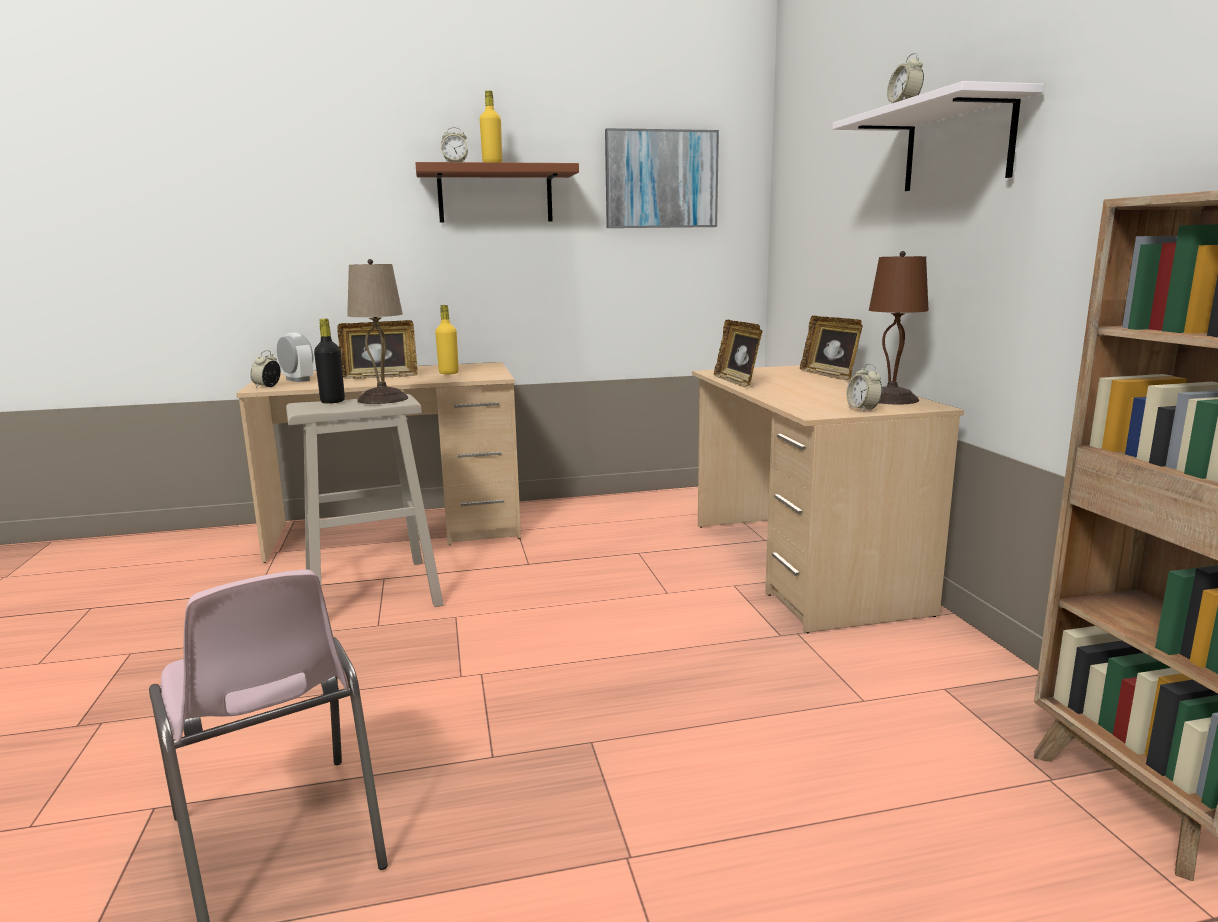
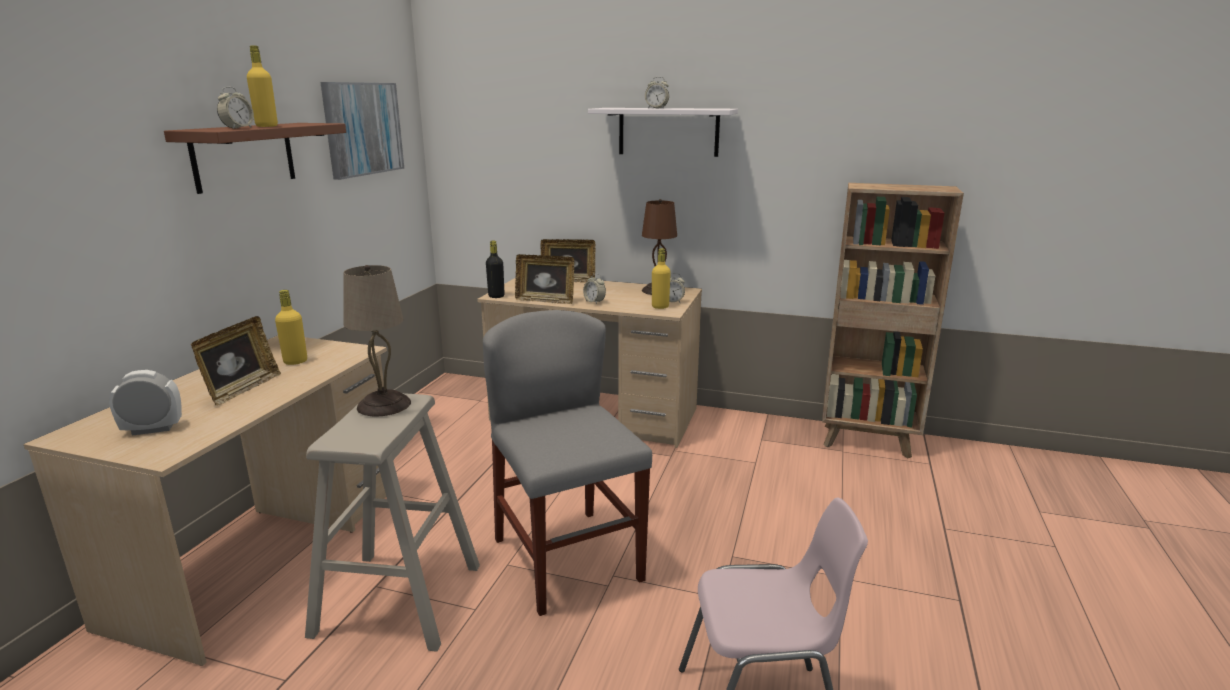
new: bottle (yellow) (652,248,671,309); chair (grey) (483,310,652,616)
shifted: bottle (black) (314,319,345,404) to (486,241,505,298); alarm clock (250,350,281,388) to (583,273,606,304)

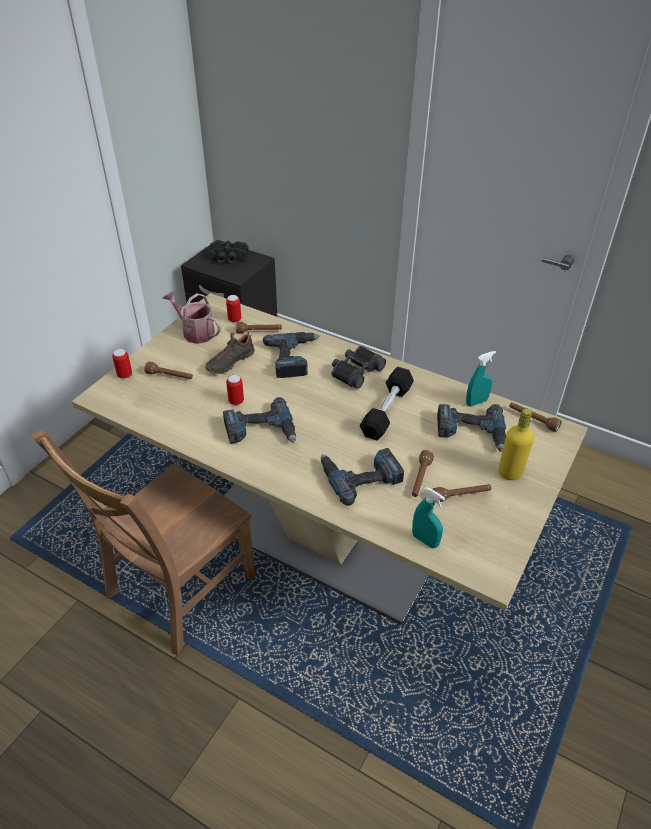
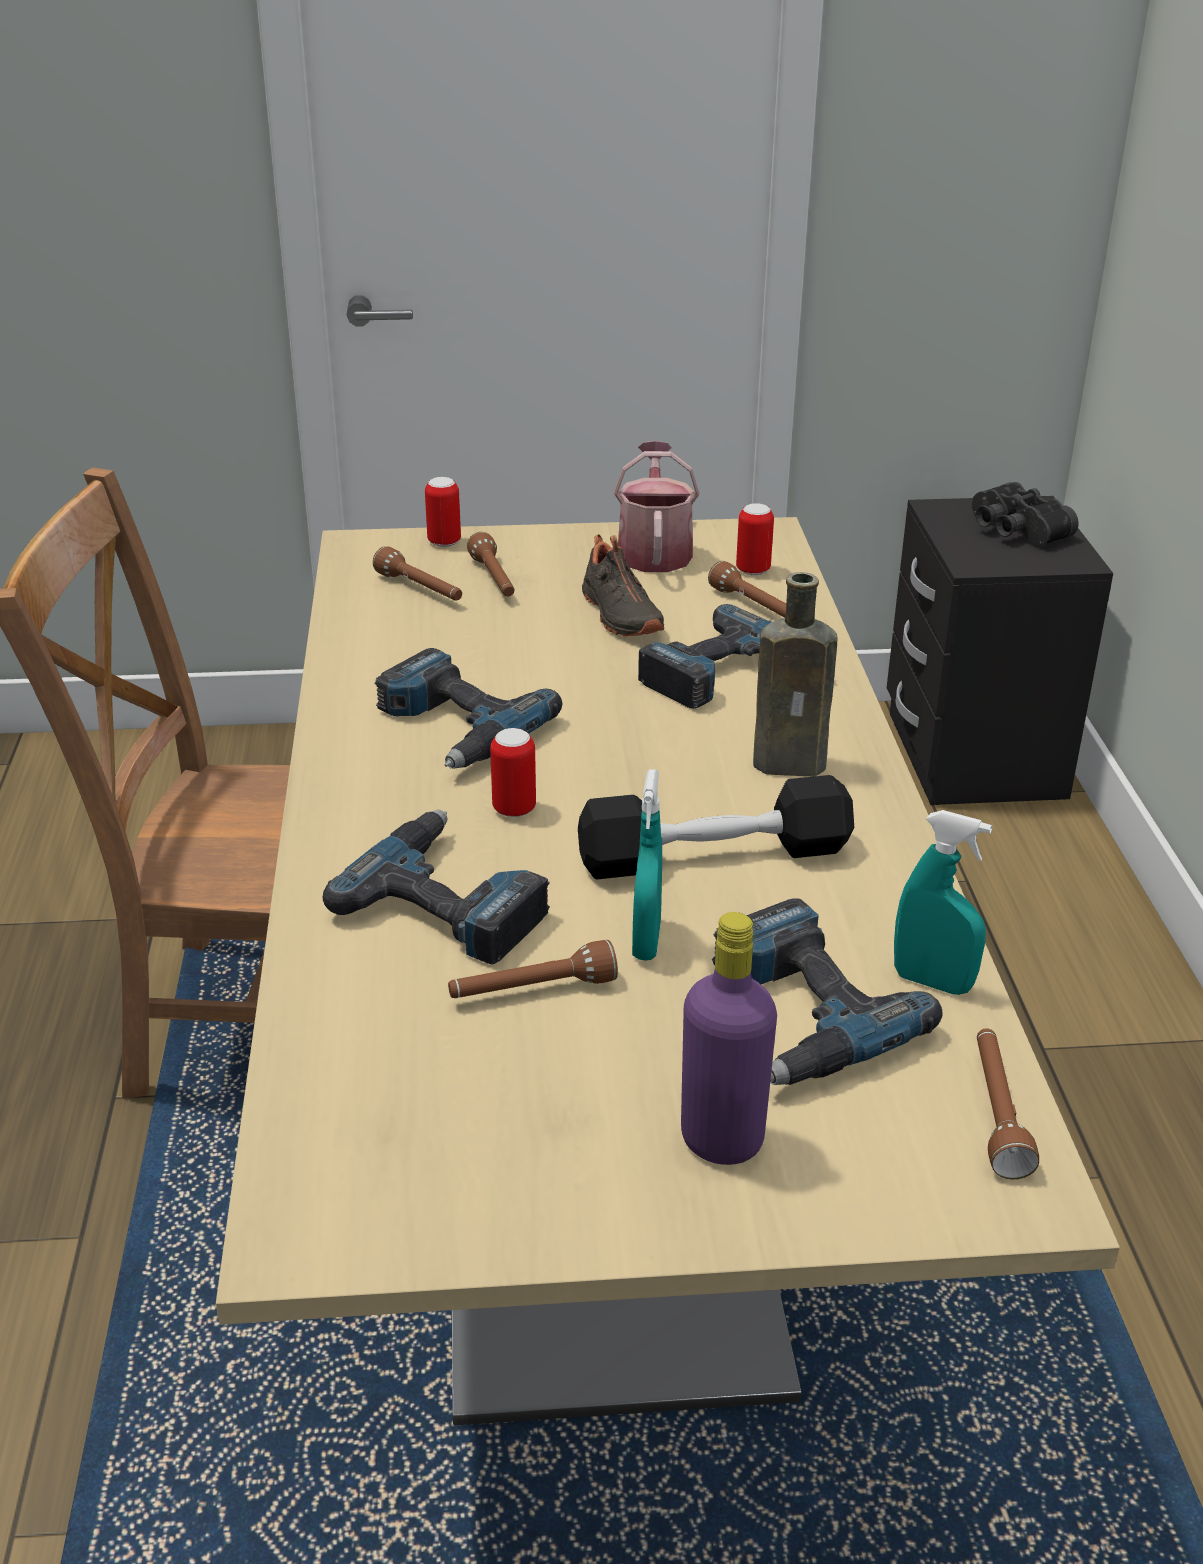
shifted: can (226,375,244,405) to (490,728,536,817); flashlight (brown) (433,484,491,502) to (373,546,462,601); spray bottle (turquoise) (412,487,445,548) to (632,769,662,961)
swapped: binoculars (black) (332,346,386,389) to bottle (brown) (753,572,838,776)
repainted: bottle (yellow) (498,409,534,480) to bottle (purple) (681,912,777,1165)
rotated: shoe (black) (205,331,255,374) = (582,534,664,637) 120 degrees counterclockwise

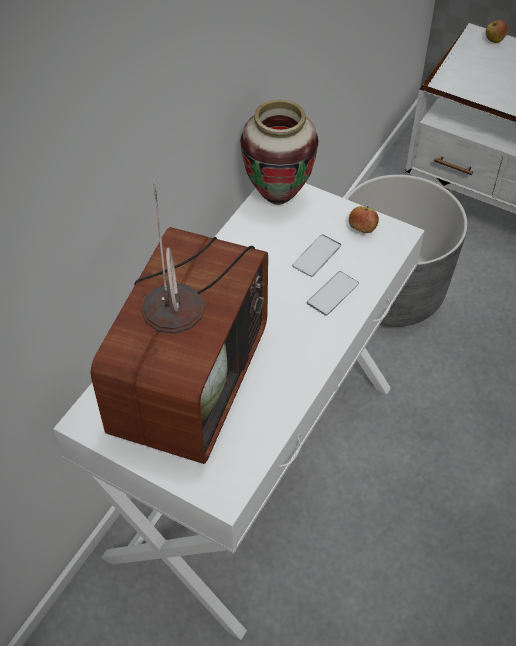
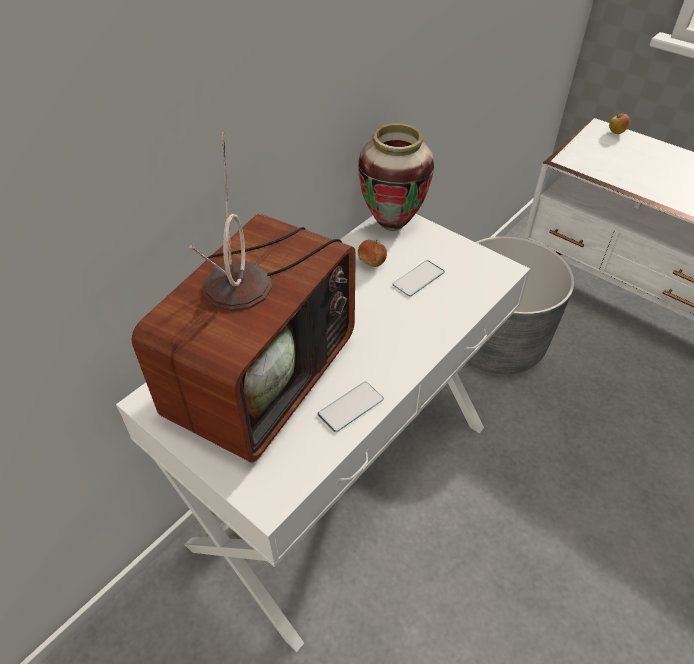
shifted: apple (349,206,379,233) to (358,240,387,267); phone (307,271,359,316) to (317,382,384,432)

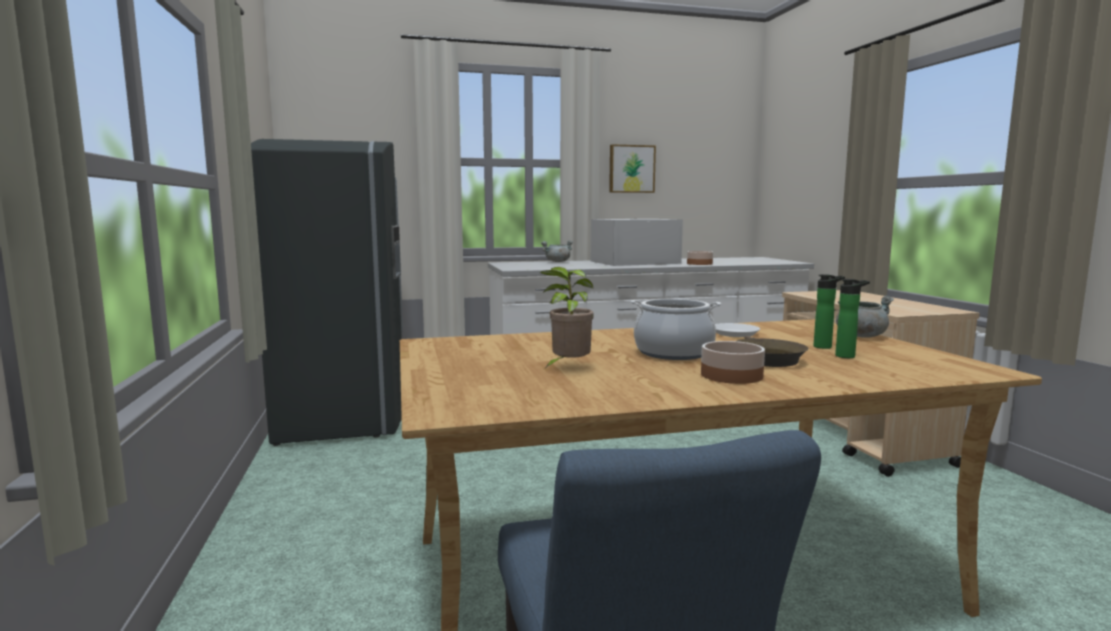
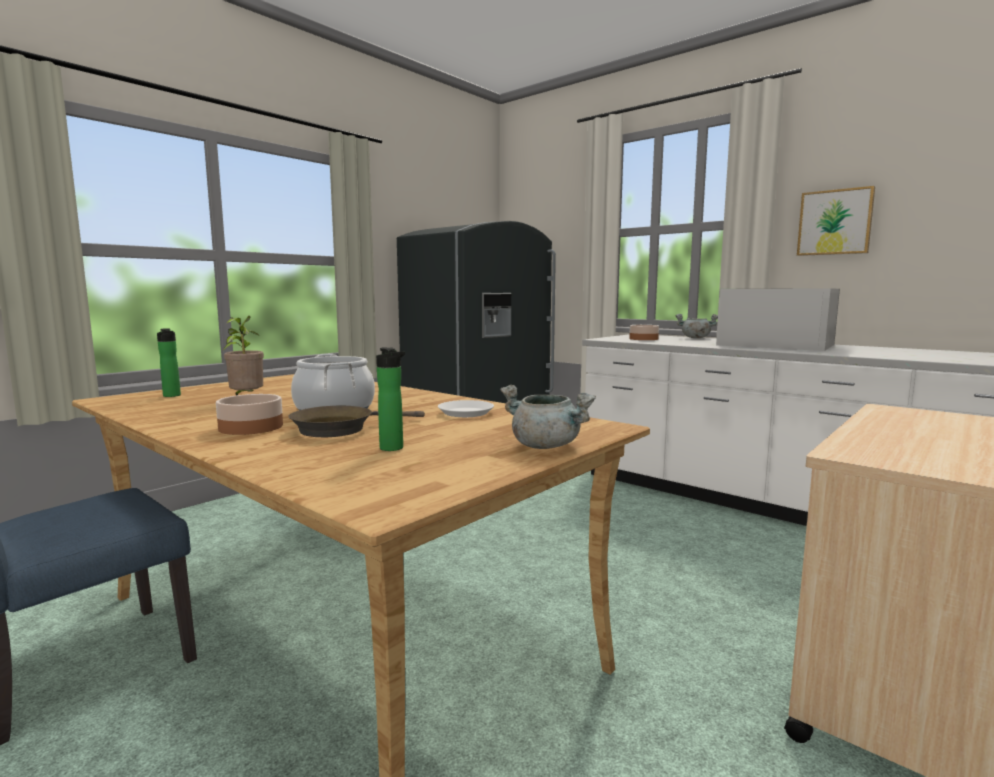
shifted: bowl (687,251,713,265) to (629,325,659,340); bottle (814,274,845,349) to (157,328,181,397)

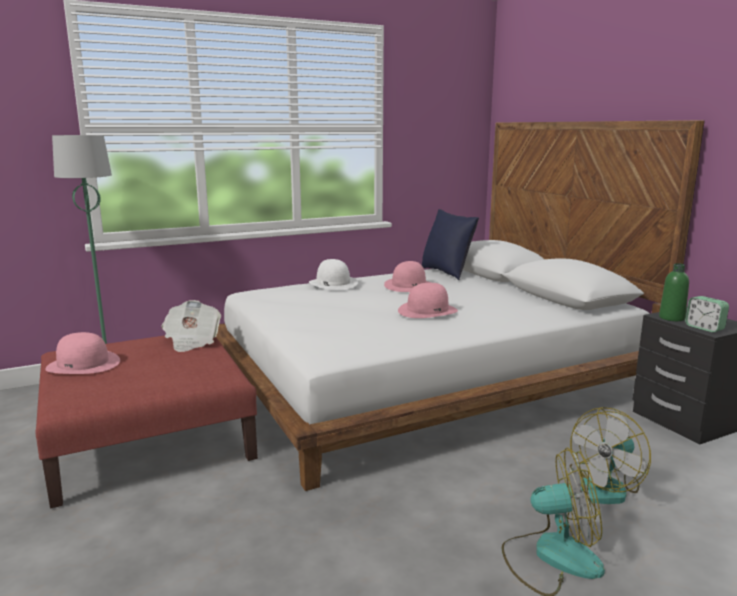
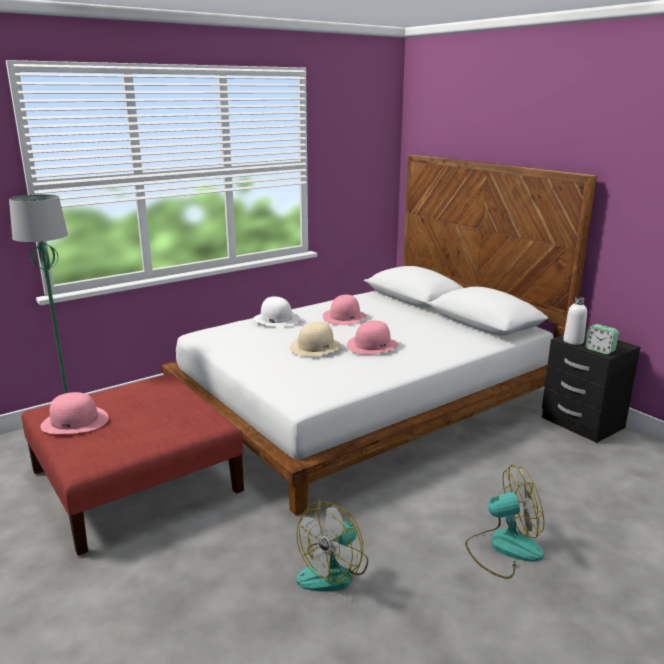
gone: pillow (blue) (422,209,479,280); newspaper (161,300,221,352)
new: hat (beige) (290,322,342,357)
shifted: fan (569,407,651,504) to (296,501,368,592)
repainted: bottle (green) (659,263,689,321) to bottle (white) (563,297,587,345)

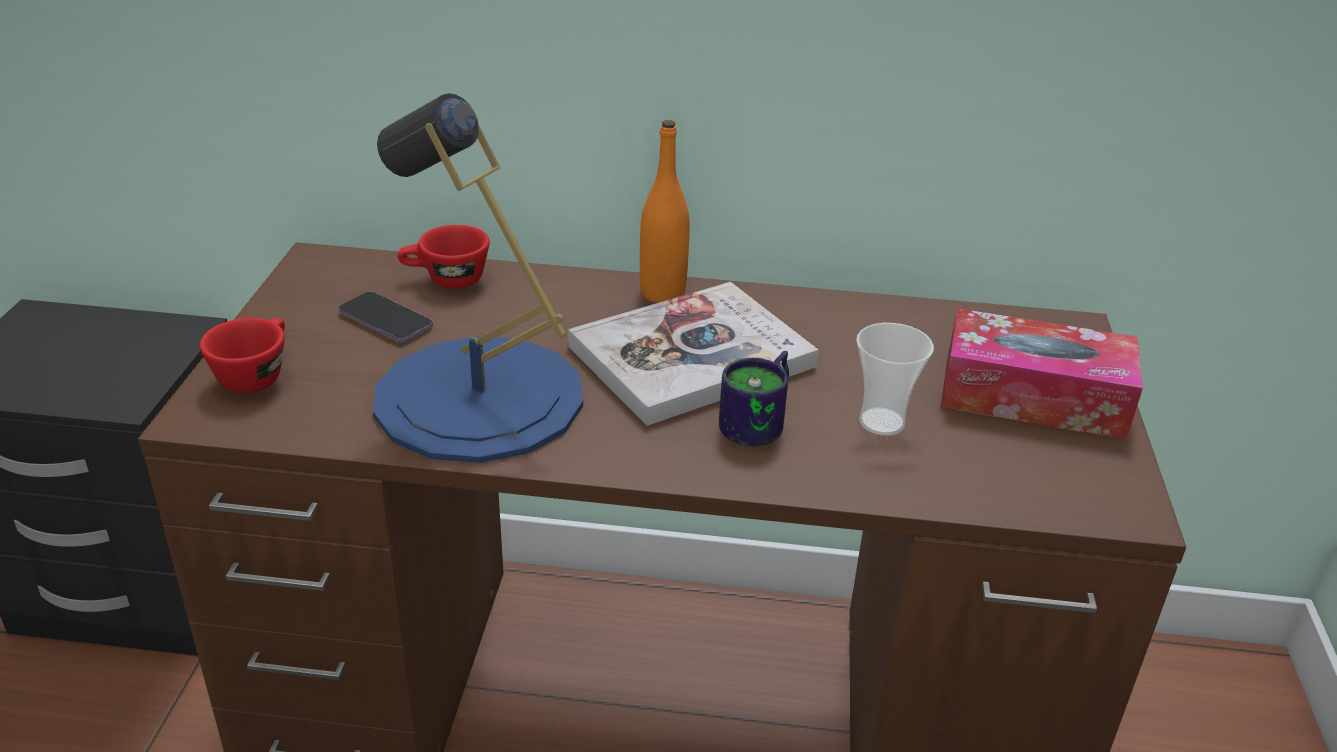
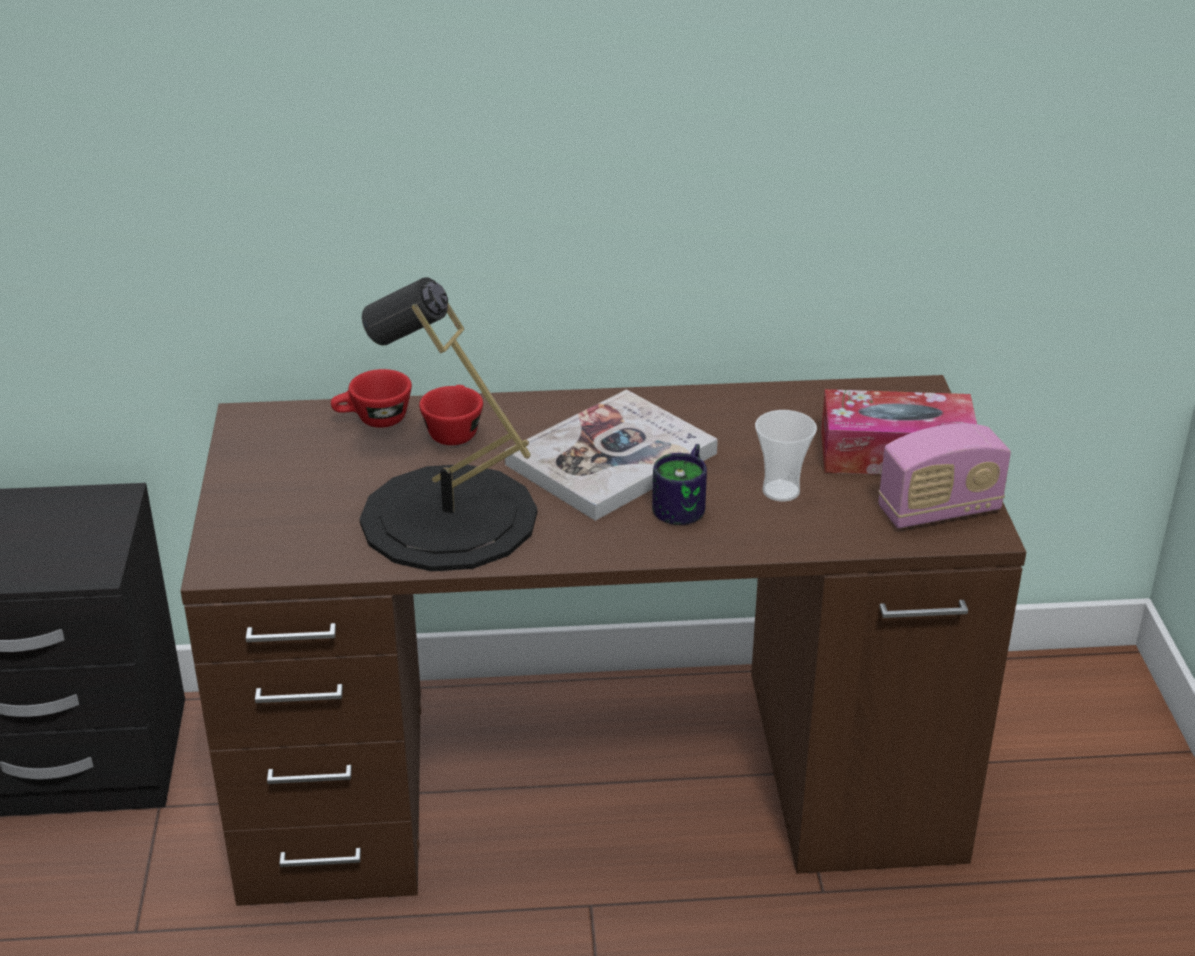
gone: bottle (orange) (640,120,690,303); phone (339,291,433,342)
new: radio (878,423,1011,528)
shifted: cup (red) (200,318,285,393) to (419,385,483,445)
repainted: table lamp (blue) (373,93,583,463) to table lamp (black) (360,277,537,571)

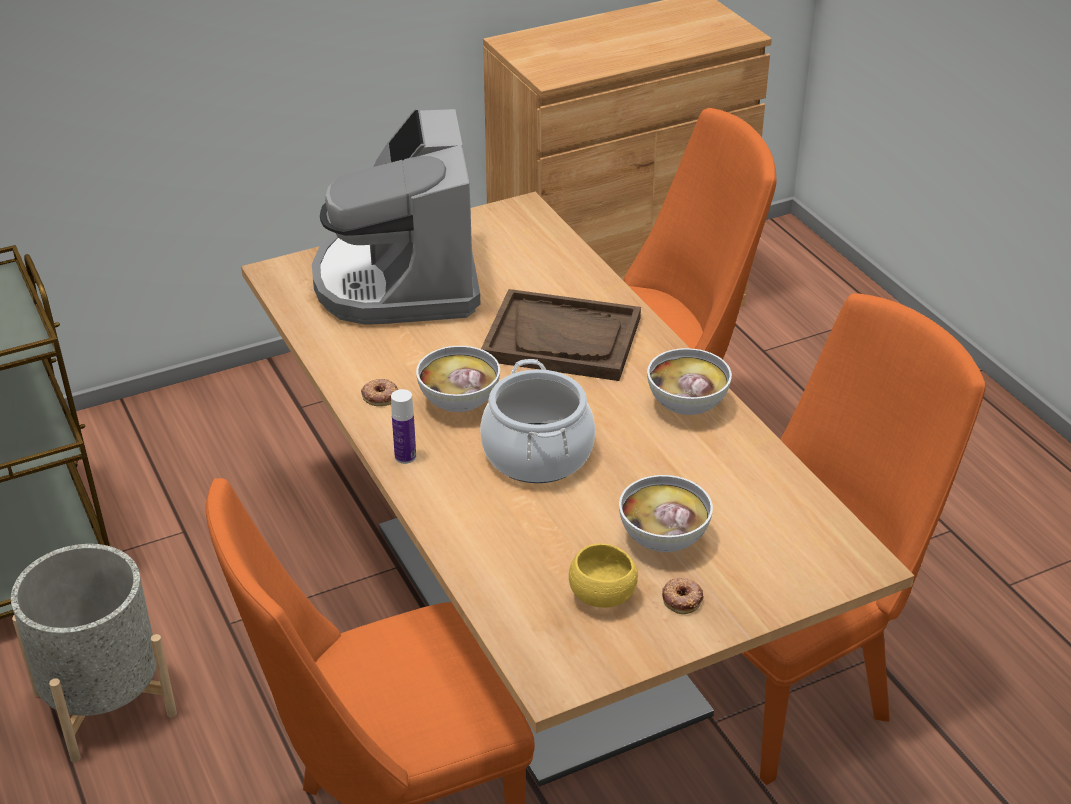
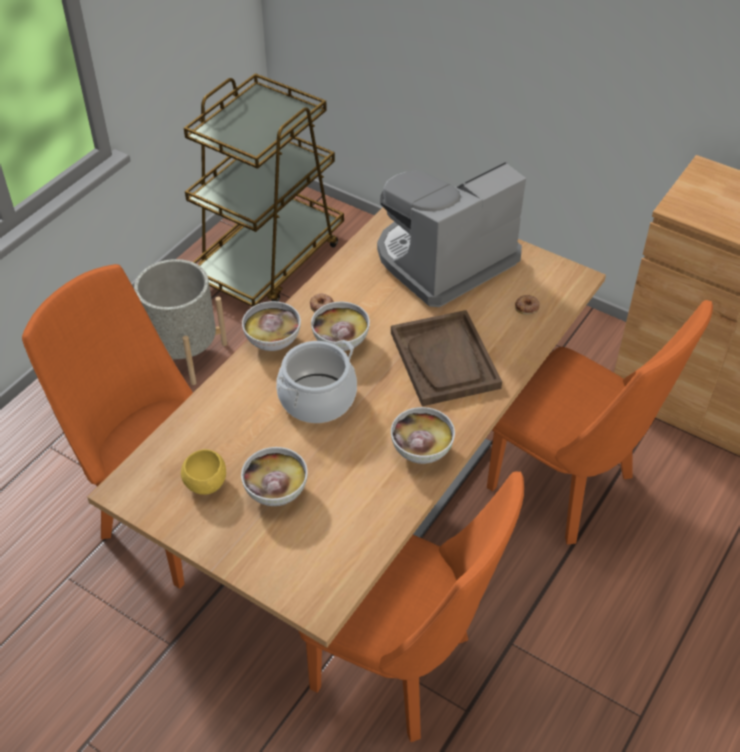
shifted: donut (662,578,704,614) to (515,295,540,315)
swapped: bottle (391,389,416,464) to bowl (242,301,301,351)

